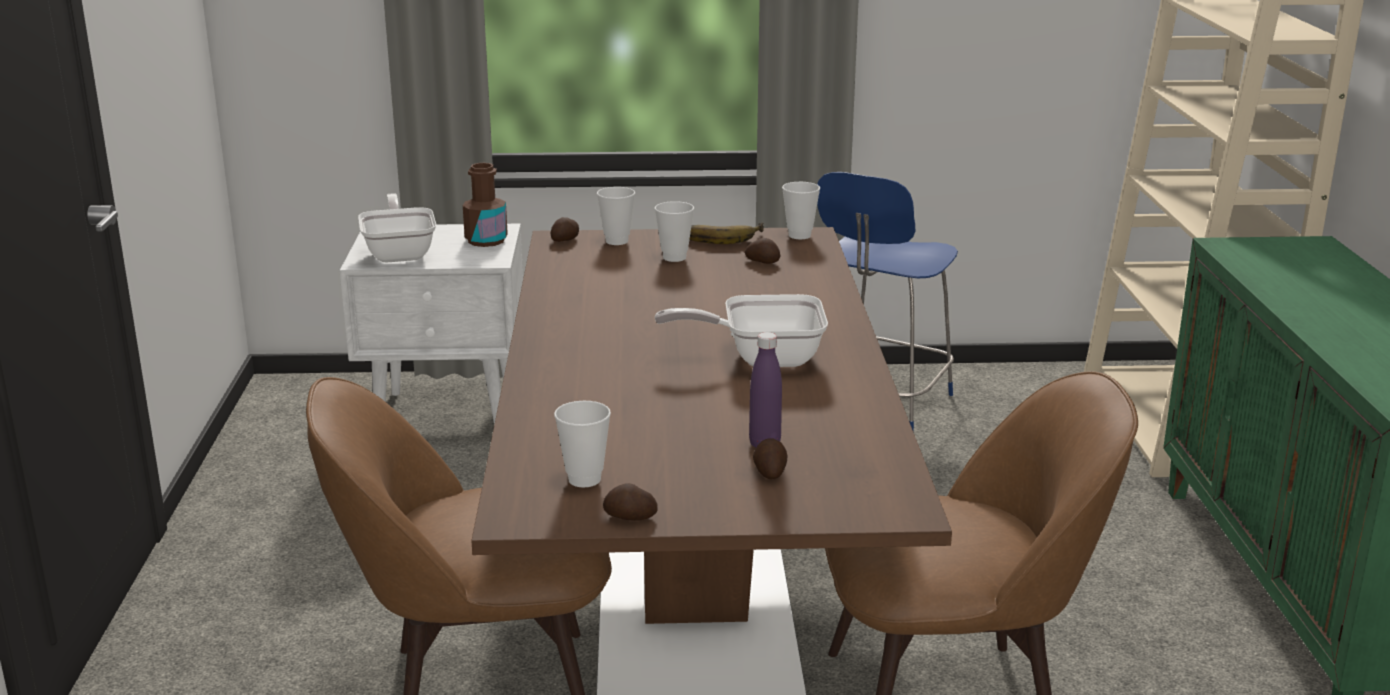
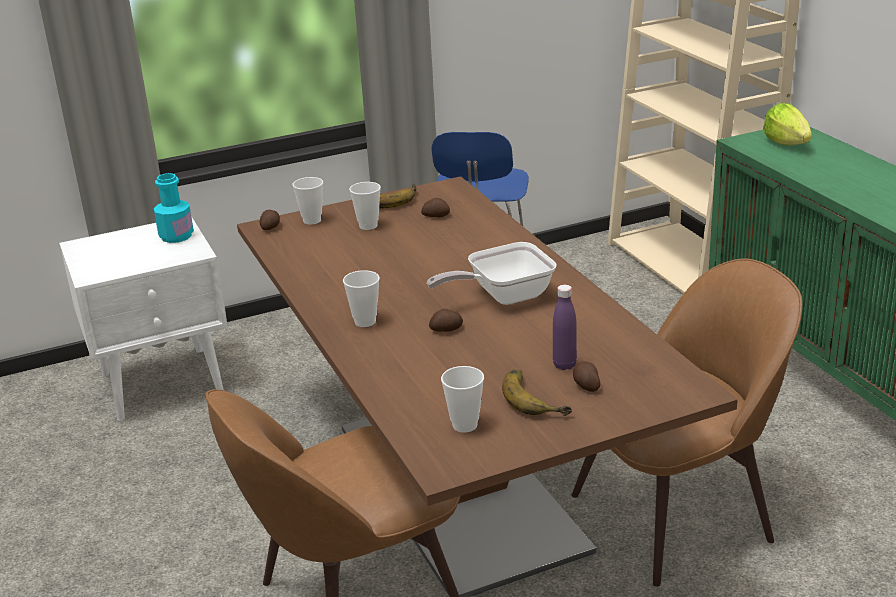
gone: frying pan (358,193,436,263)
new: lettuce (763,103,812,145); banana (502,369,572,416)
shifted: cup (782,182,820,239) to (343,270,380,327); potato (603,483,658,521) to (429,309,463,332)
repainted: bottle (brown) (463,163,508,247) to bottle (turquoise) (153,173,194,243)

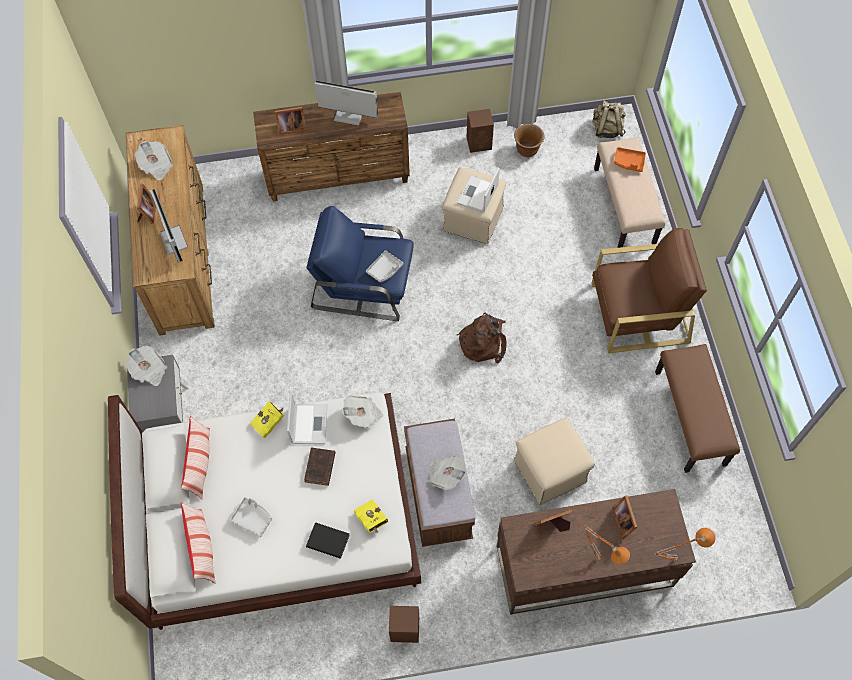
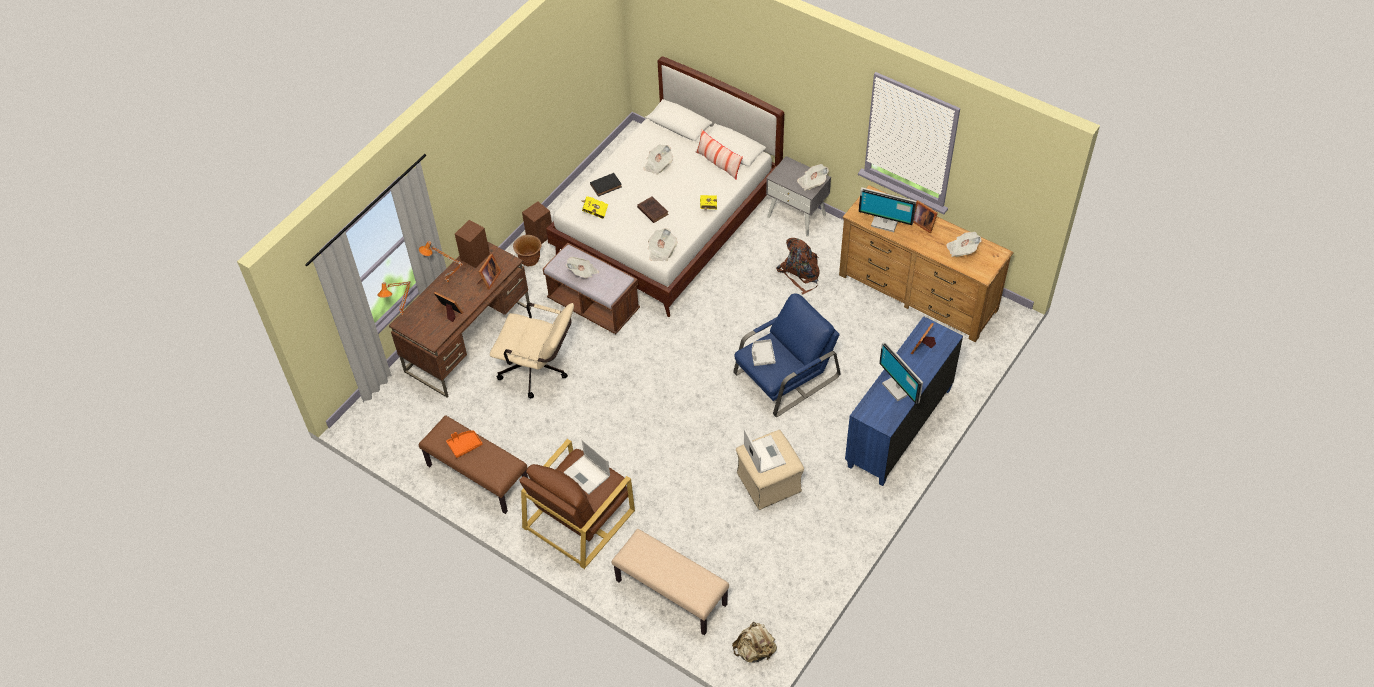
gone: pillow (181,502,216,583)
shifted: speaker (brown) (467,109,494,153) to (455,220,490,268); planter (brown) (514,124,545,157) to (513,235,542,266); tray (orange) (614,147,646,172) to (446,430,483,458); backpack (brown) (457,313,507,363) to (776,238,820,295); laptop (287,391,328,444) to (563,439,610,494)
swapped: ottoman (beige) (514,418,595,505) to office chair (beige) (490,303,574,398); tray (grey) (230,497,272,537) to newspaper (643,144,673,175)
repainted: dresser (brown) (253,92,410,201) to dresser (blue) (845,316,963,486)
rotated: monitor (315,81,378,125) = (879,341,923,404) 90 degrees clockwise

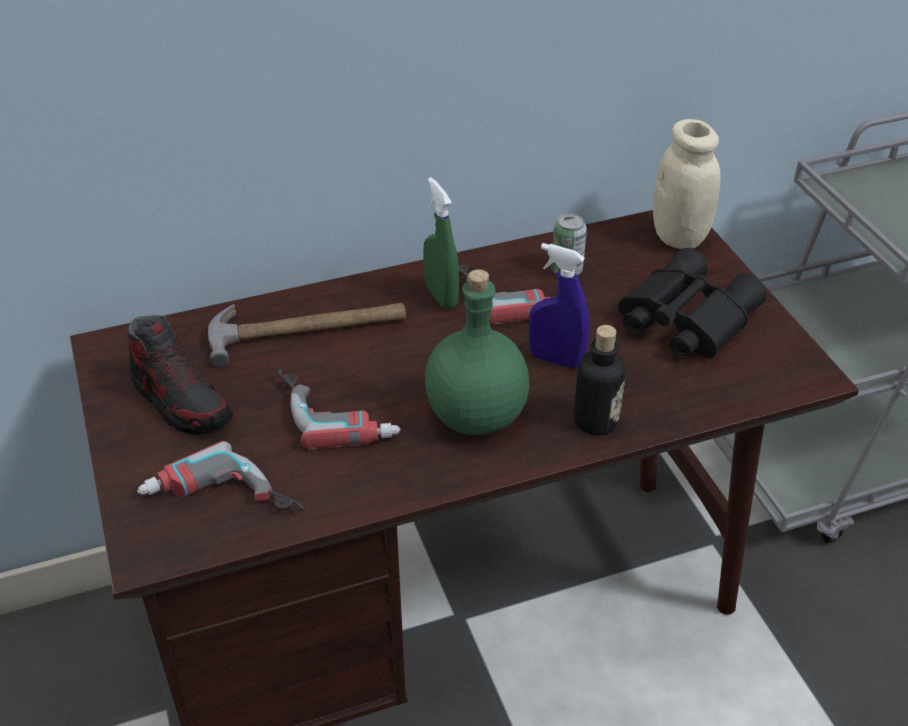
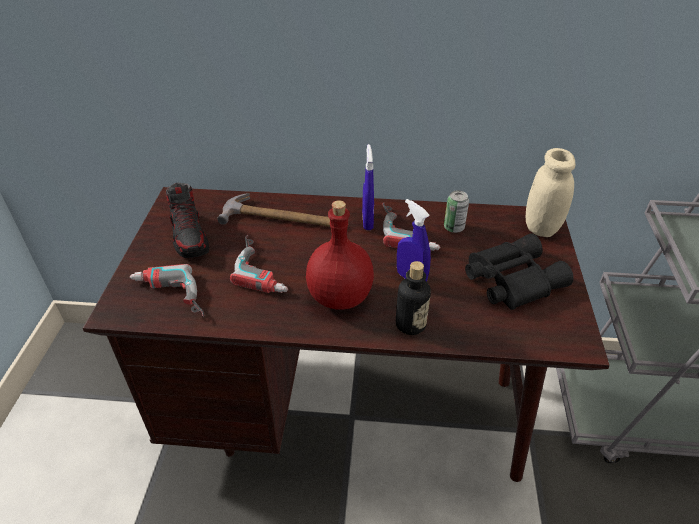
repainted: spray bottle (green) (423,177,459,310) to spray bottle (blue) (362,144,374,230); bottle (green) (425,269,530,435) to bottle (red) (306,200,374,310)

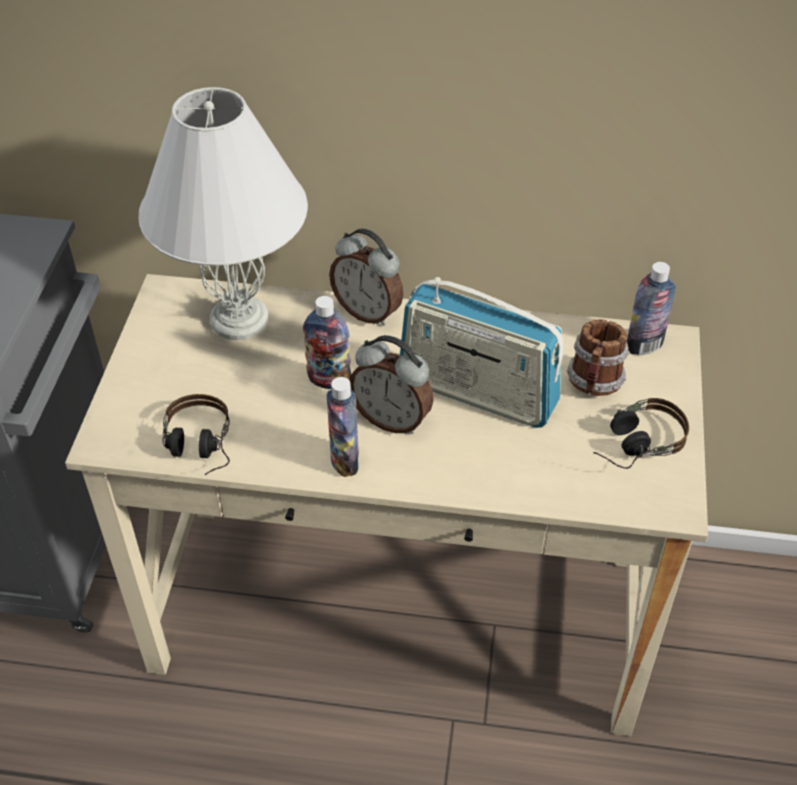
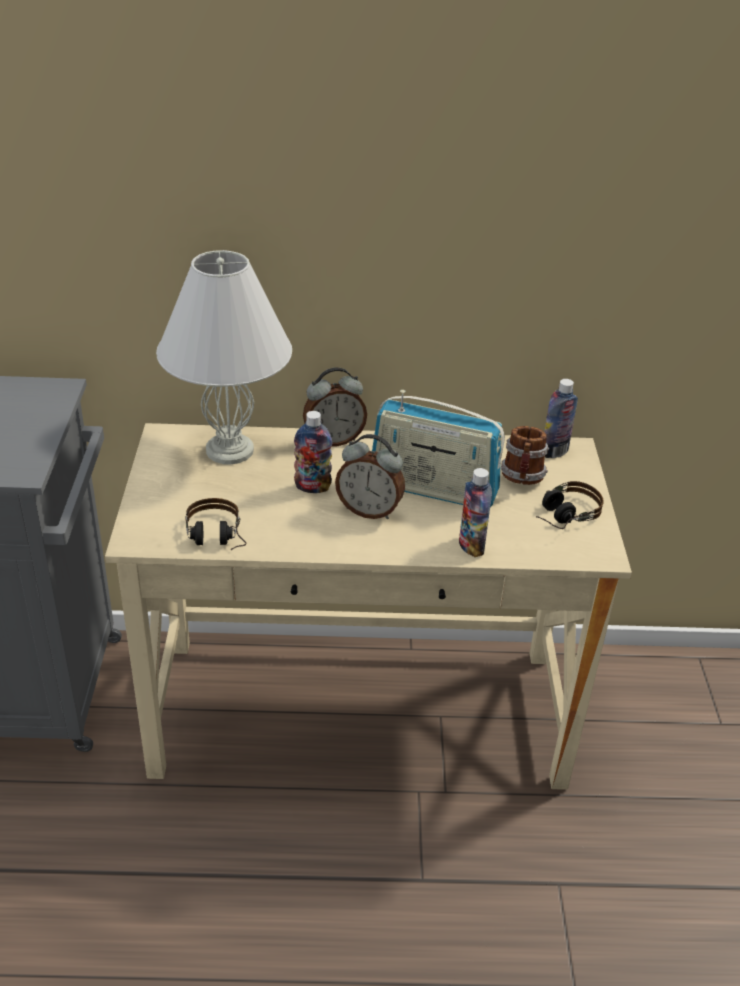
shifted: bottle (327,377,359,477) to (459,468,492,557)
rotated: alarm clock (329,228,404,326) = (303,367,367,446) 45 degrees counterclockwise

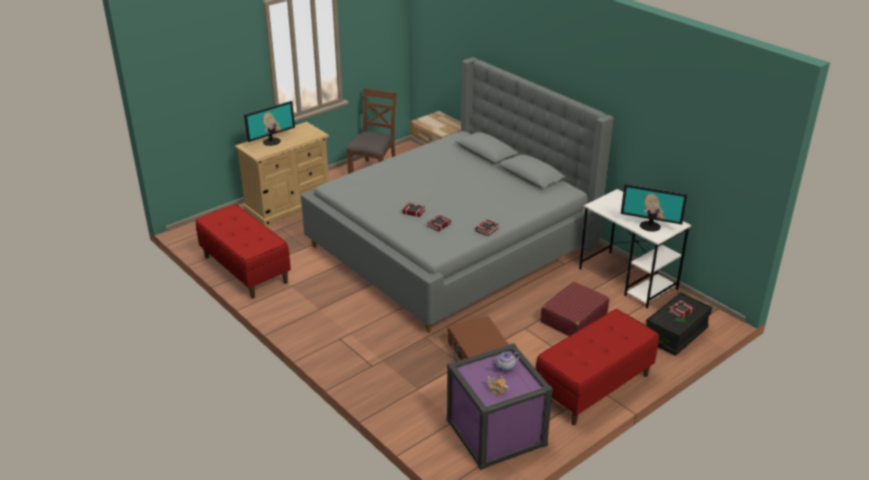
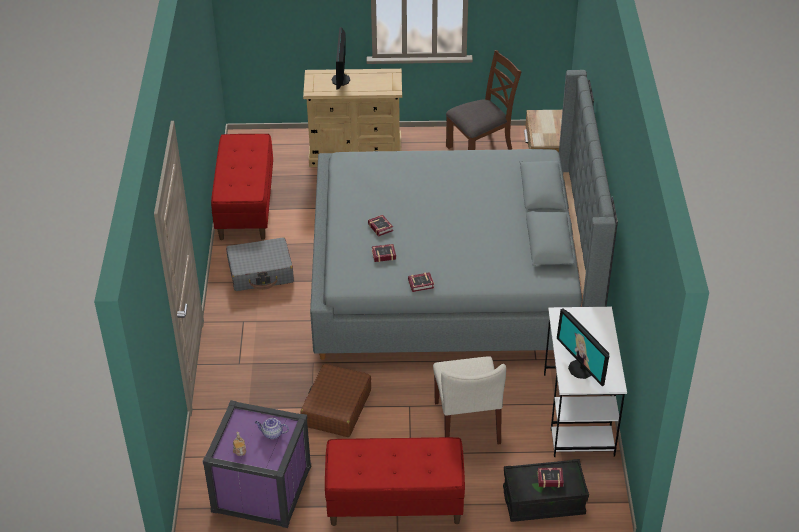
new: suitcase (grey) (226,237,294,291)
swapped: suitcase (red) (540,282,609,336) to chair (beige) (433,356,506,445)
rotated: monitor (244,101,295,146) = (331,27,350,89) 90 degrees clockwise

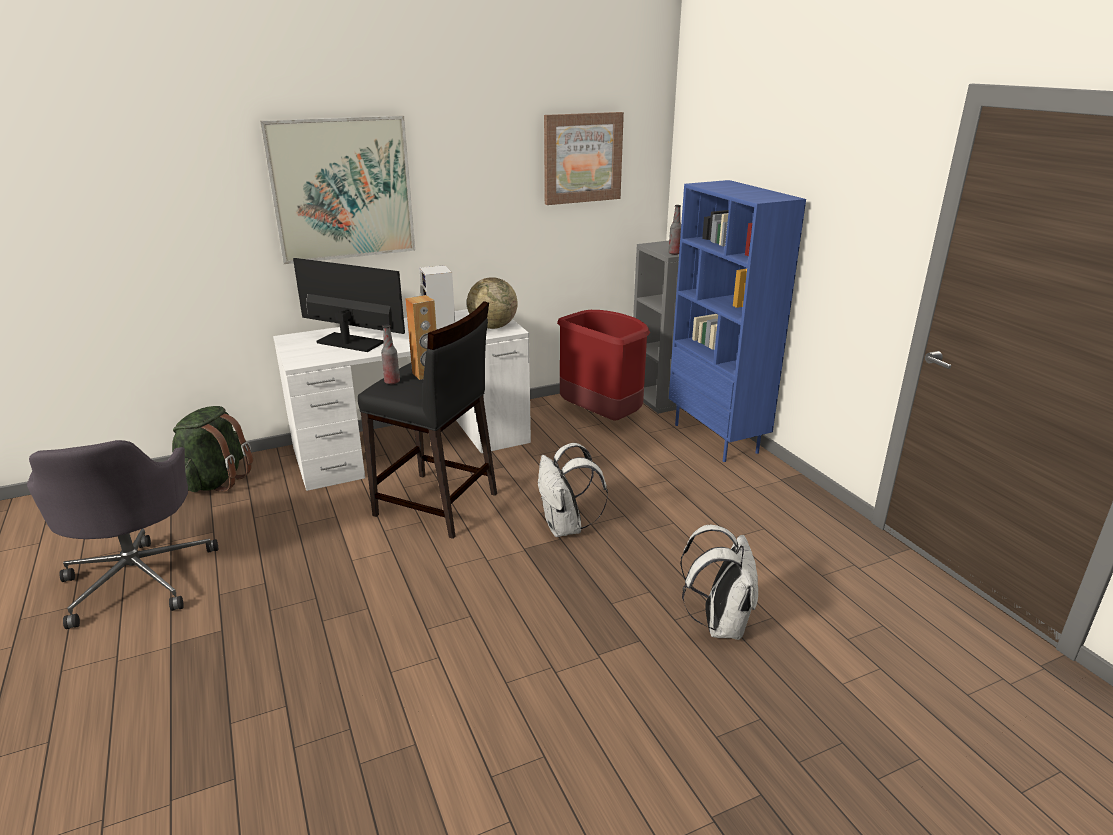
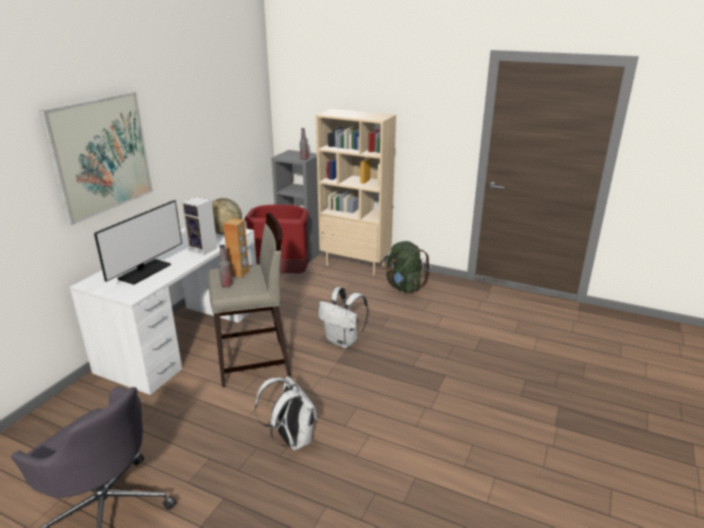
gone: picture (544,112,624,205)
shifted: backpack (green) (172,406,253,492) to (386,241,431,293); backpack (white) (680,525,758,640) to (255,376,318,451)
repainted: bookcase (blue) (669,180,806,462) to bookcase (beige) (316,109,396,276); stool (black) (358,301,497,539) to stool (beige) (208,213,291,387)
rotated: monitor (293,258,405,352) = (94,200,182,285) 135 degrees clockwise

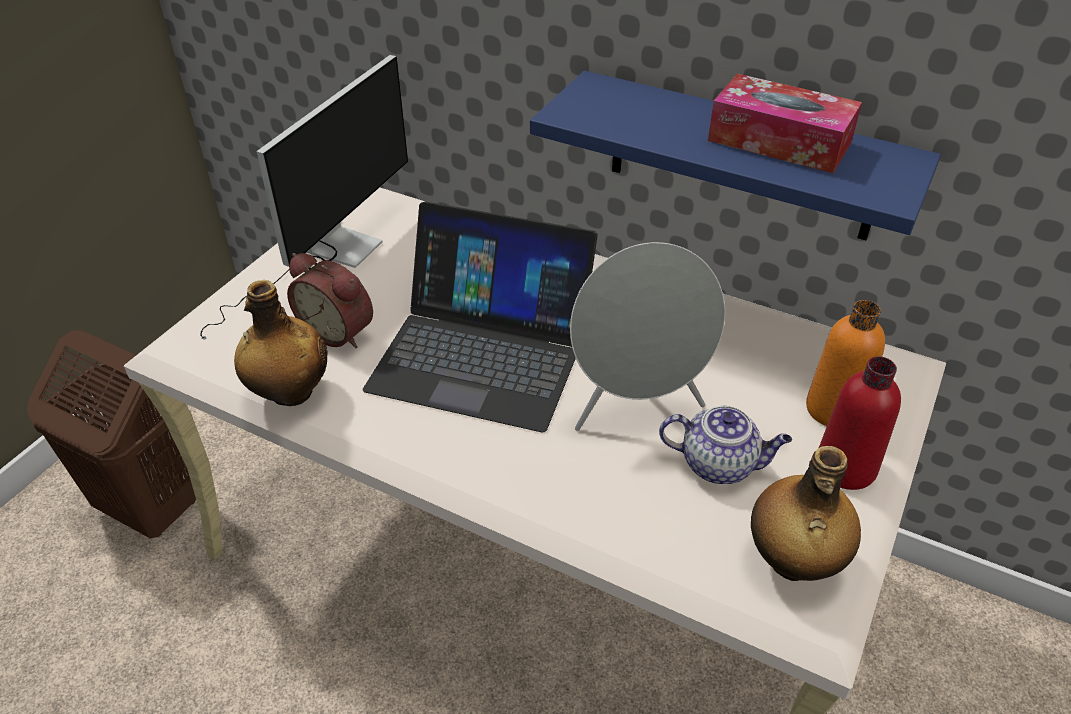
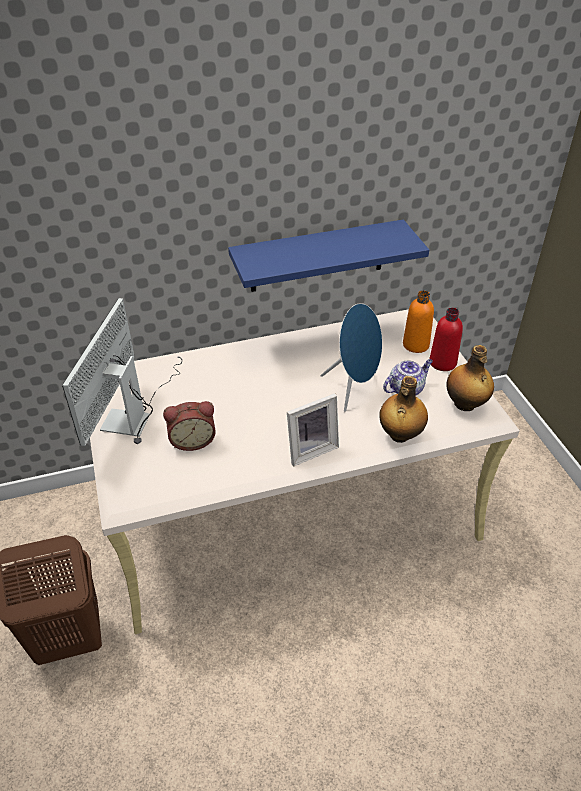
gone: tissue box (708,74,862,173); laptop (363,202,598,432)
new: picture frame (287,393,339,466)
shifted: bottle (234,280,328,406) to (379,376,428,443)
repainted: speaker (grey) (570,242,725,431) to speaker (blue) (321,303,382,412)
rotated: monitor (201,55,408,340) = (62,298,182,446) 150 degrees counterclockwise

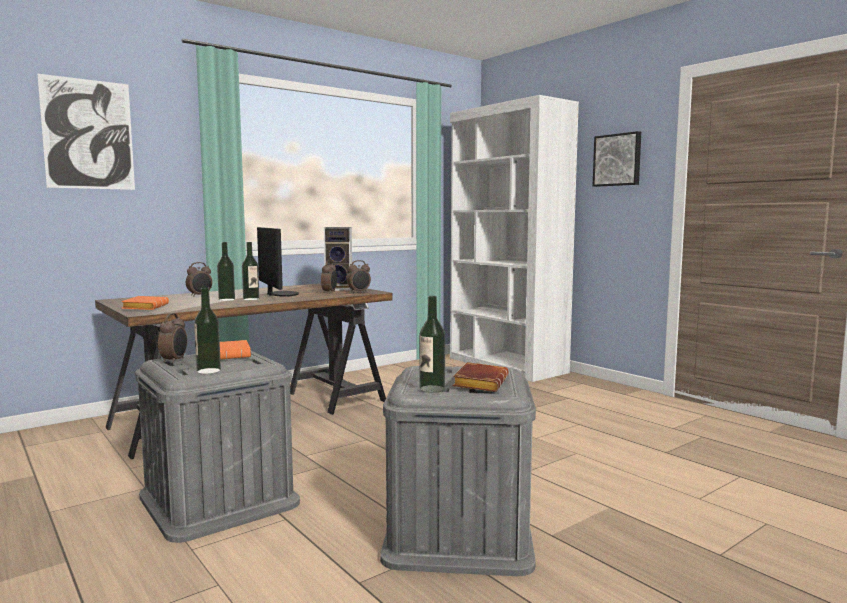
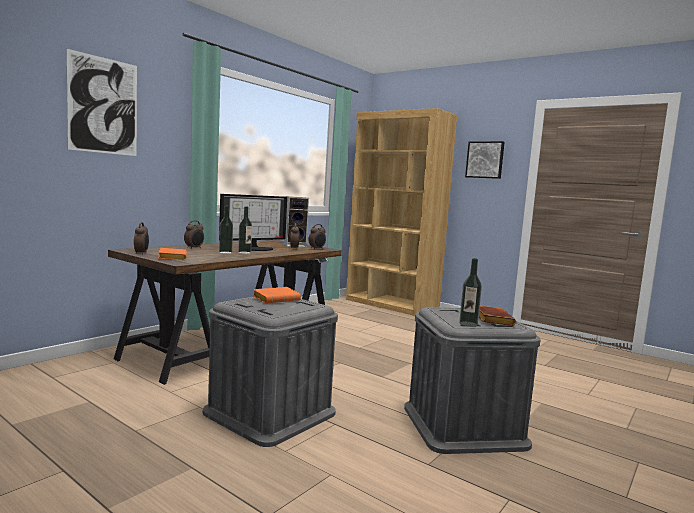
gone: bottle (194,287,221,374)
shifted: alarm clock (158,313,187,363) to (134,222,149,255)
repainted: bookcase (white) (450,95,579,382) to bookcase (brown) (346,108,457,316)
rotated: monitor (257,227,299,297) = (219,194,287,251) 90 degrees clockwise

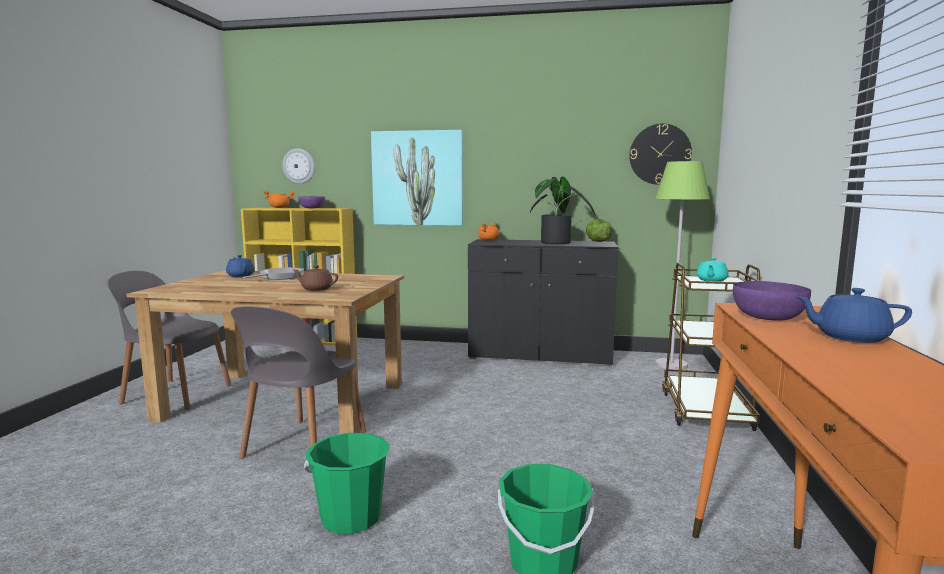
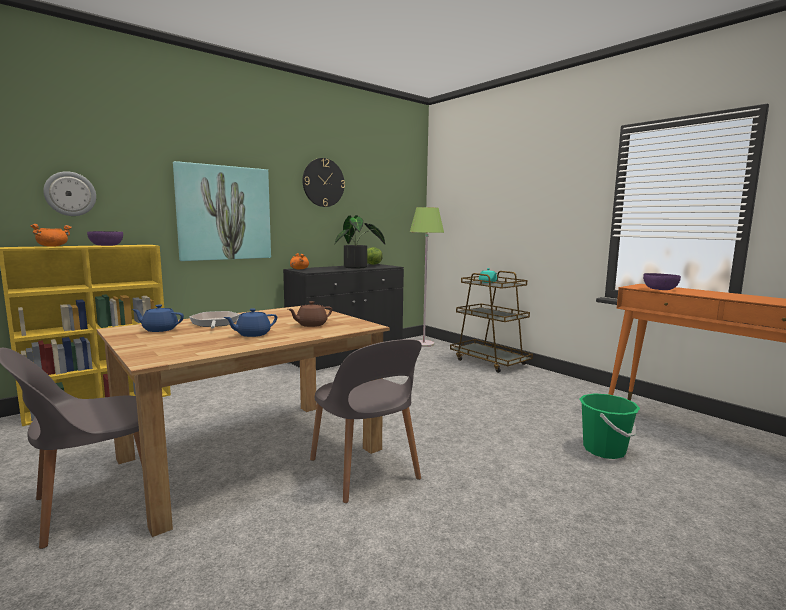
gone: bucket (green) (304,433,390,534)
shifted: wall clock (629,124,692,185) to (303,158,345,207); teapot (blue) (796,288,912,343) to (223,308,277,337)

